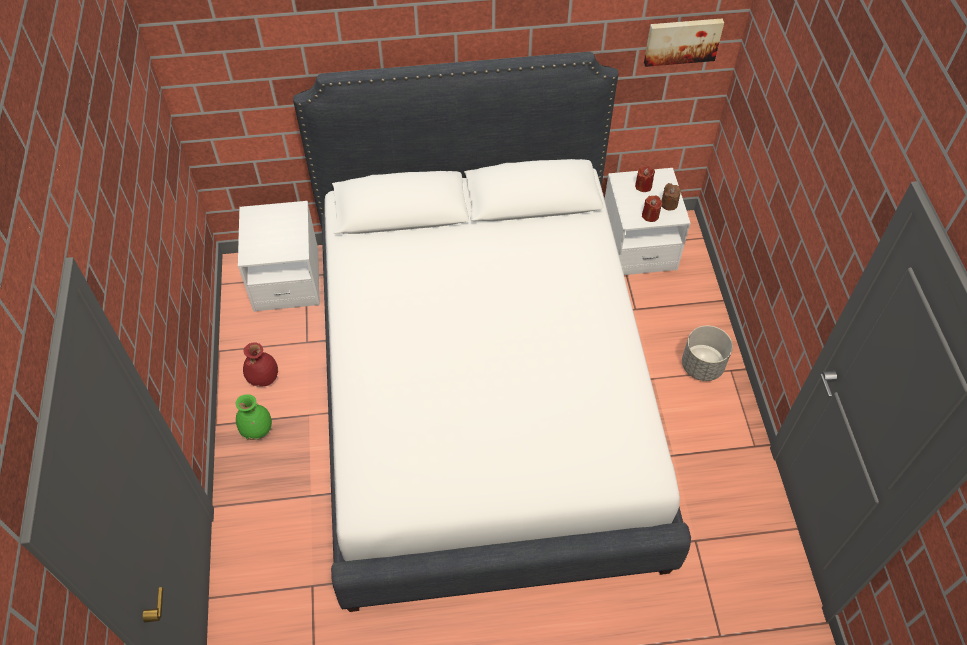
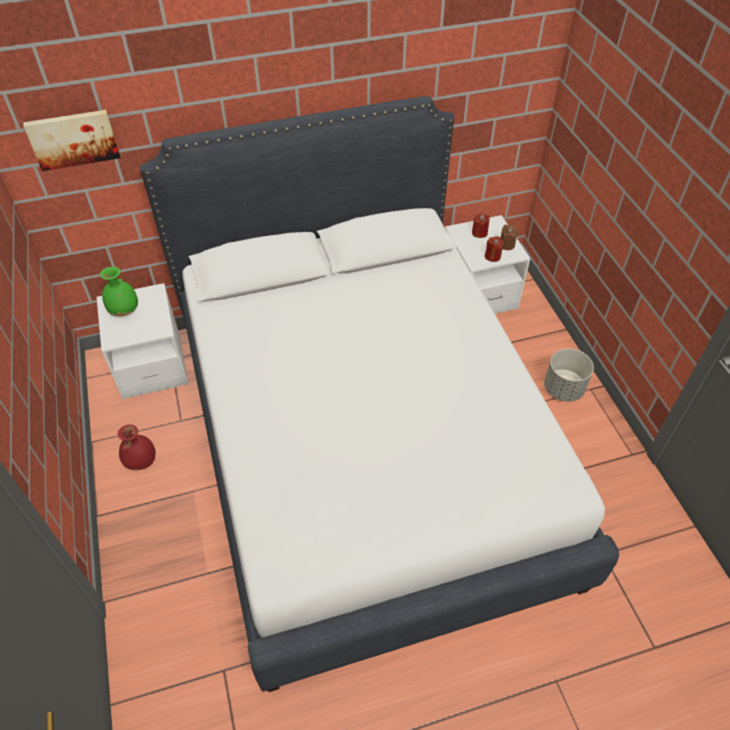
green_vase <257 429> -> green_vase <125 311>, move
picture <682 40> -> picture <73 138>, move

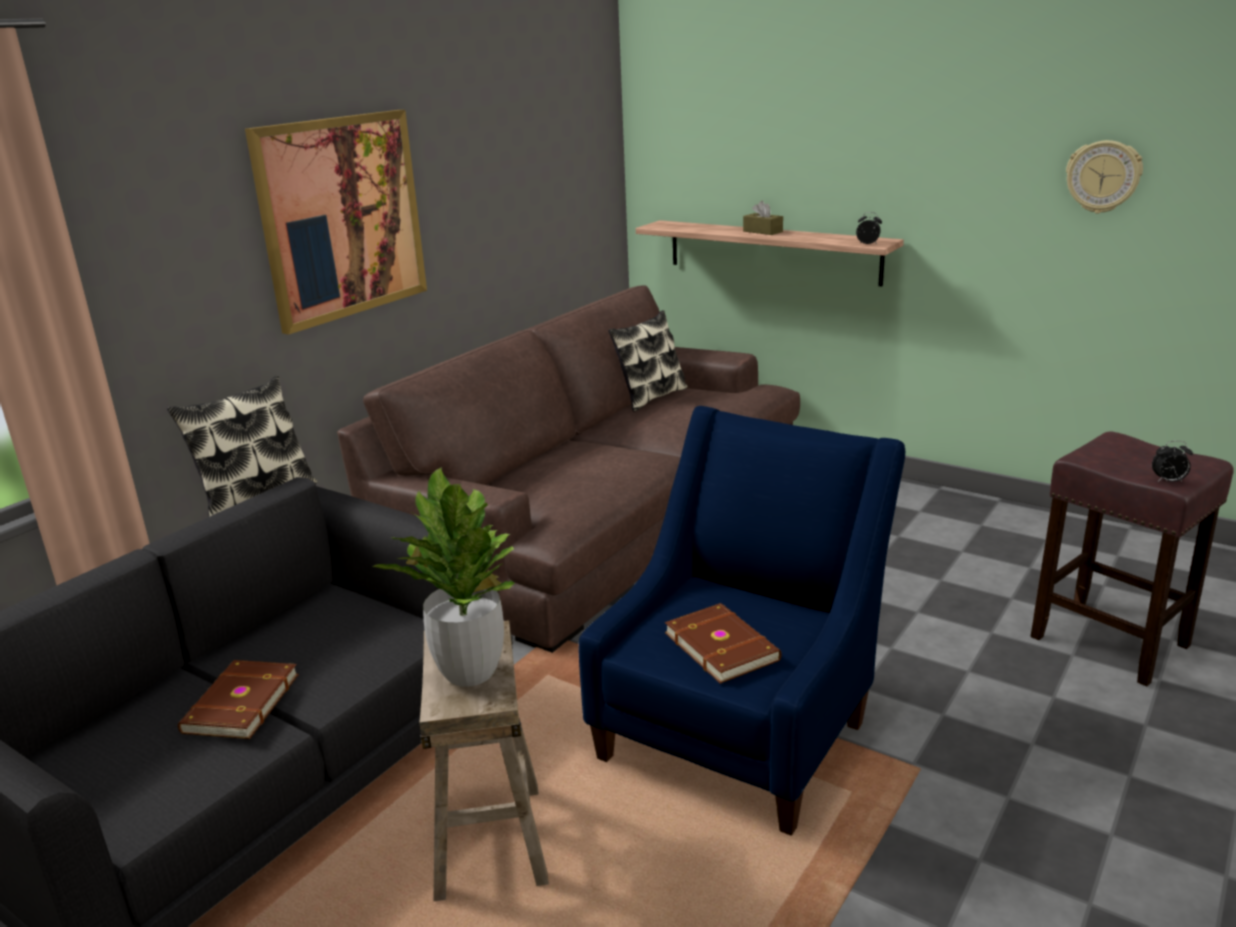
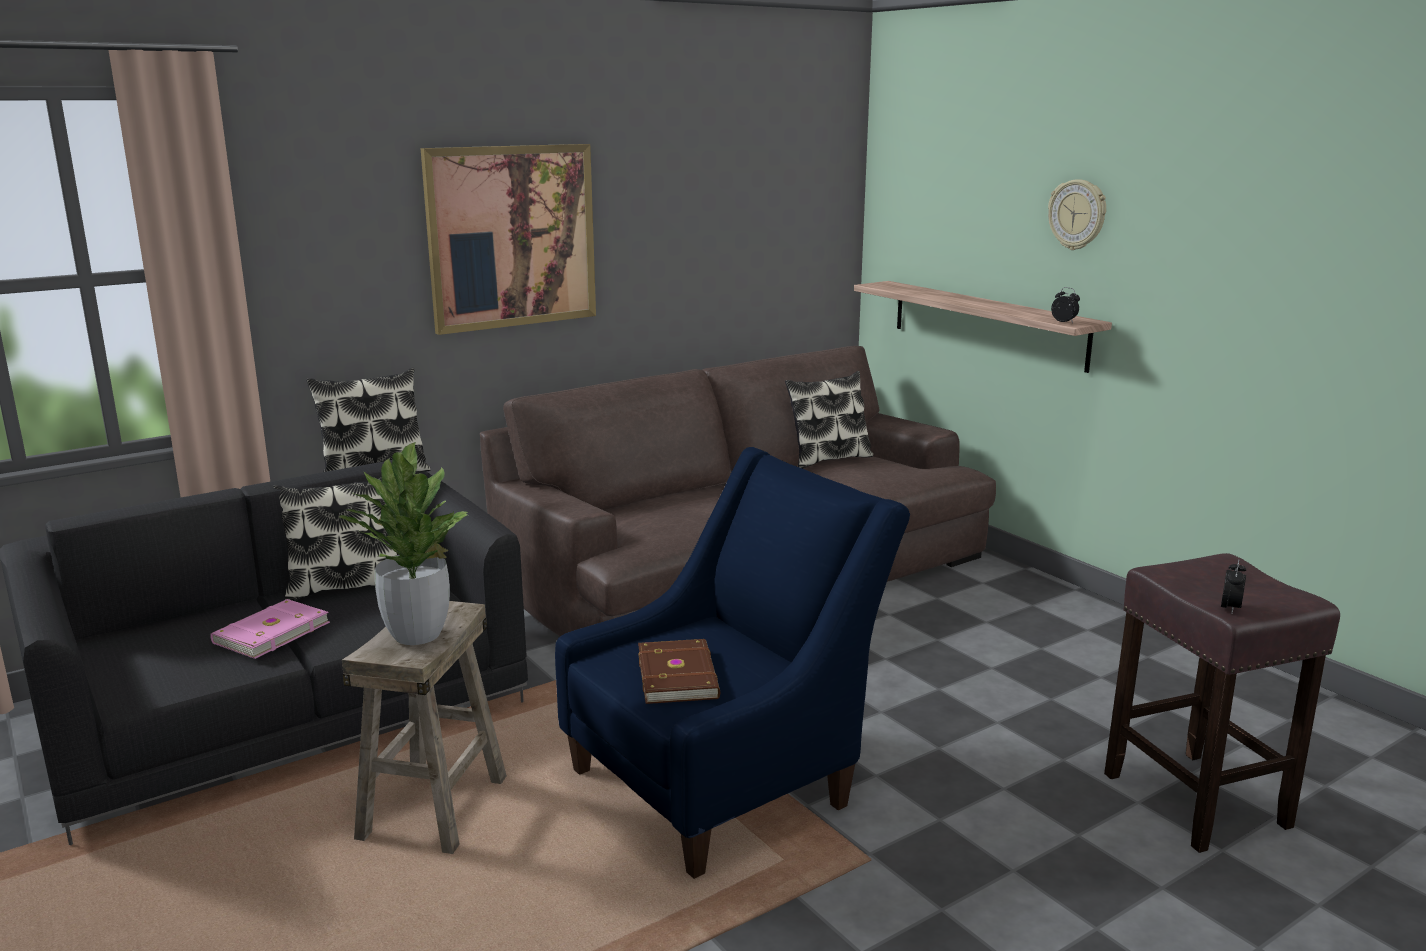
brown_book <239 703> -> pink_book <270 633>
brown_tissue_box <762 231> -> none
wall_clock <1103 176> -> wall_clock <1077 214>, move
alarm_clock <1168 481> -> alarm_clock <1230 609>, 90 degrees counterclockwise
none -> pillow <345 586>

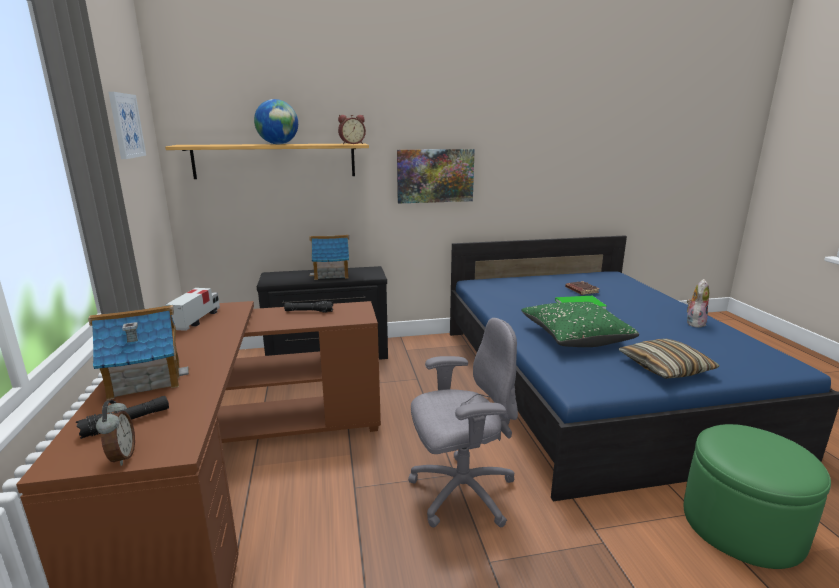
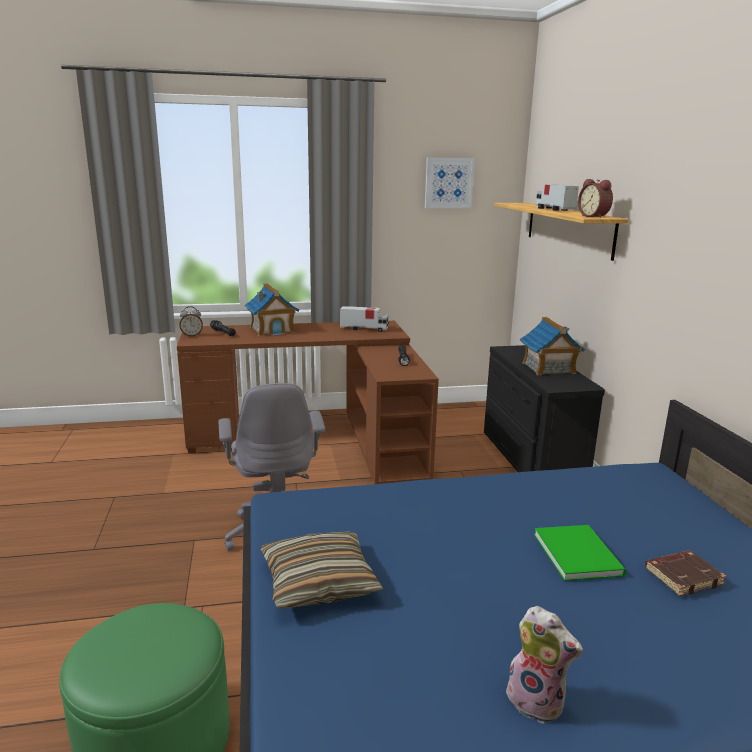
globe <278 144> -> toy_truck <554 209>
picture <435 175> -> none
green_pillow <575 337> -> none

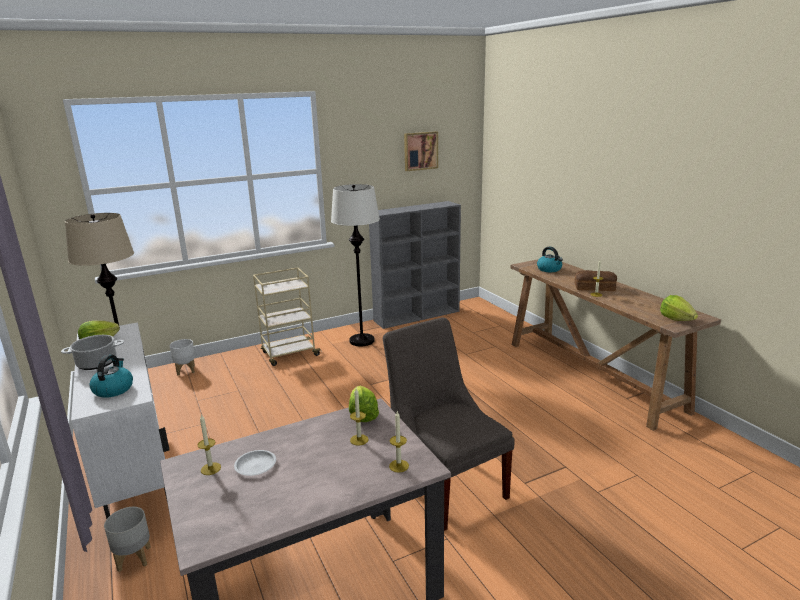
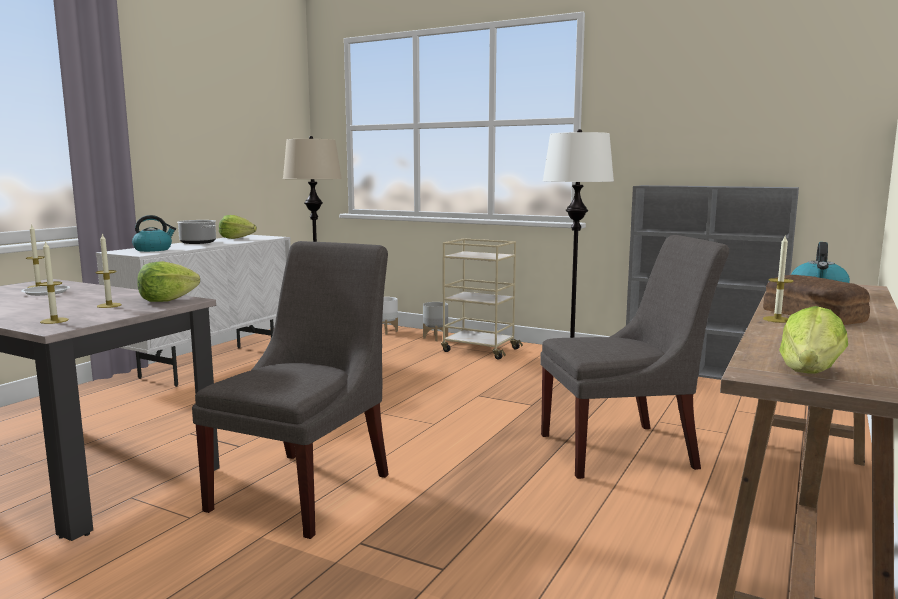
grey_planter <133 559> -> grey_planter <435 338>, move
picture <420 151> -> none
none -> grey_chair <624 450>

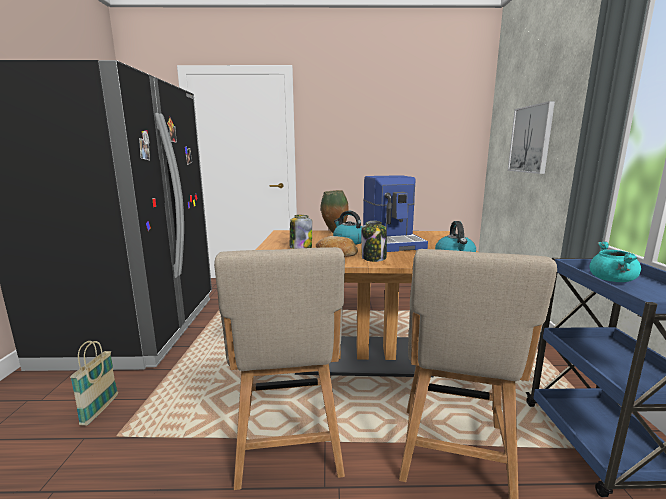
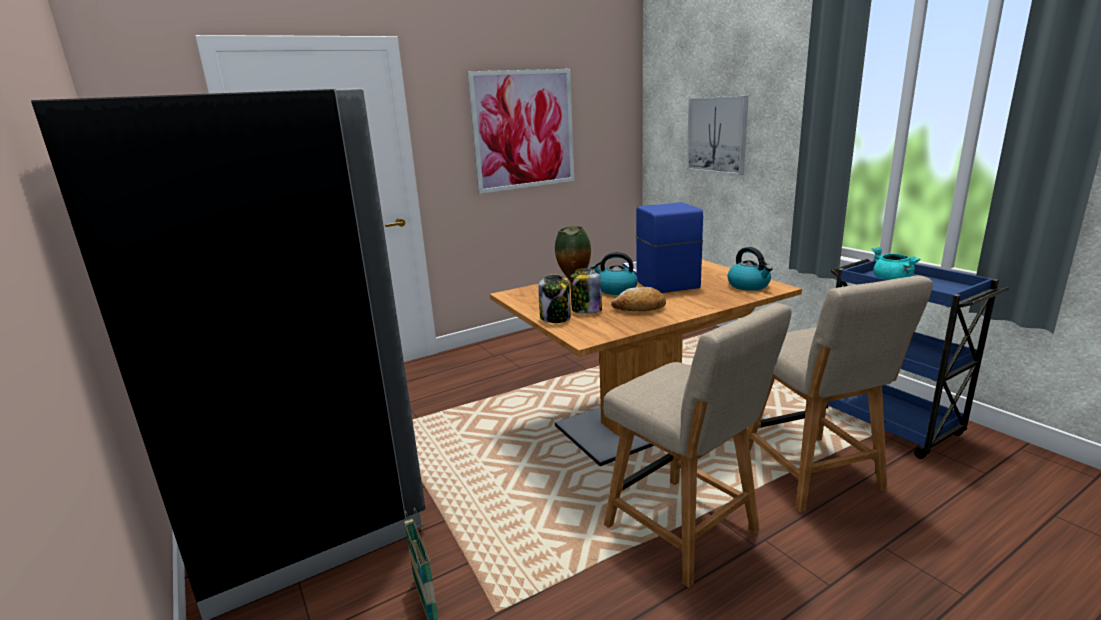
jar <374 258> -> jar <555 318>, move
coffee_machine <393 241> -> coffee_machine <658 279>, 150 degrees counterclockwise
none -> picture <524 130>

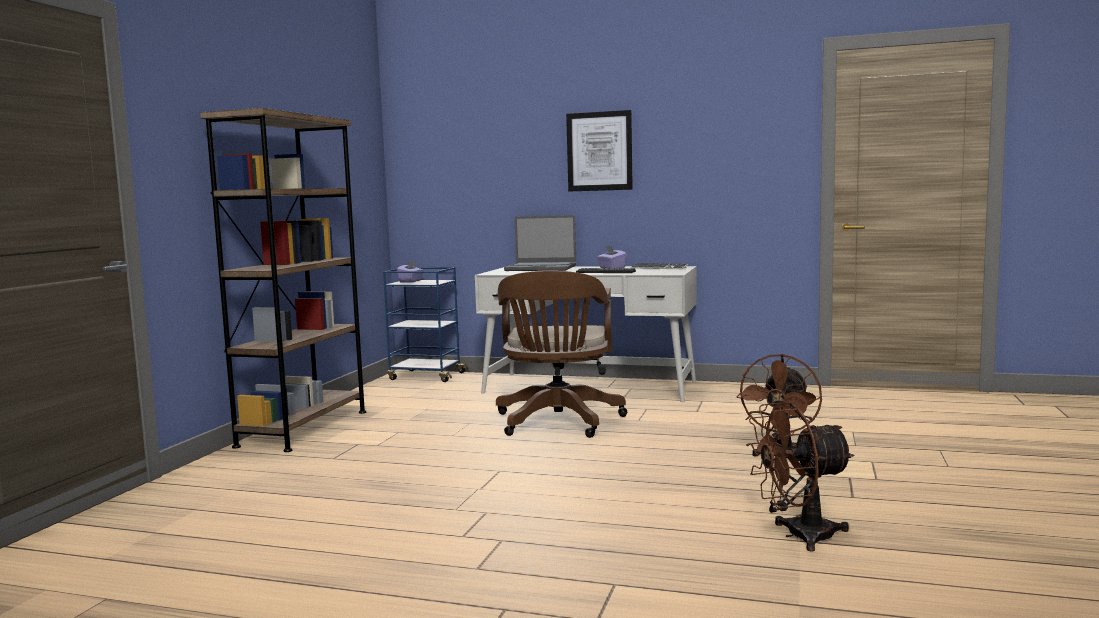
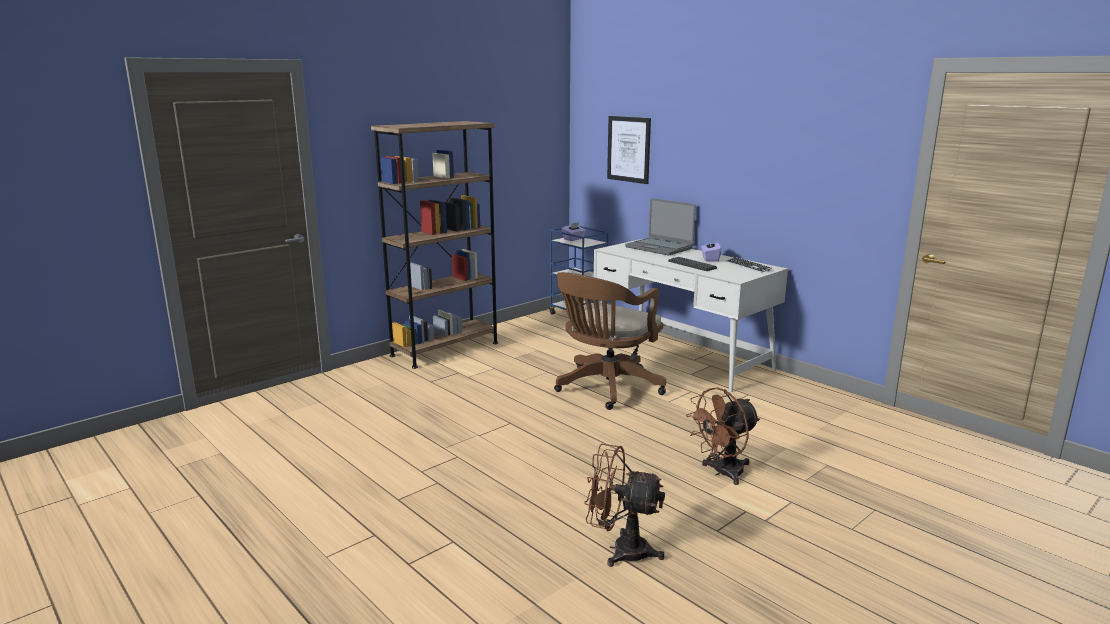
picture <599 151> -> picture <629 149>, move

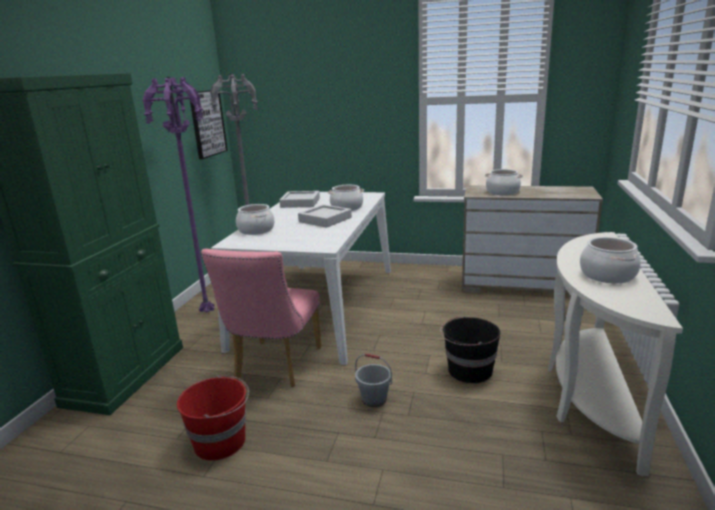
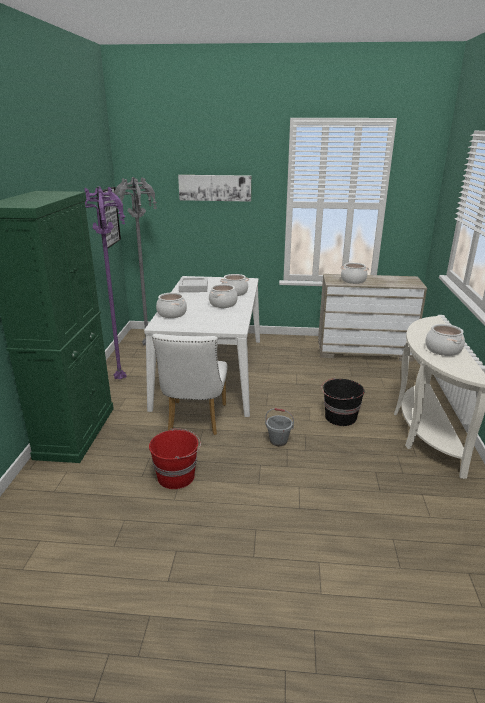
pink_chair <274 367> -> white_chair <195 421>
grey_tray <325 220> -> cooking_pot <223 304>
none -> picture <215 187>

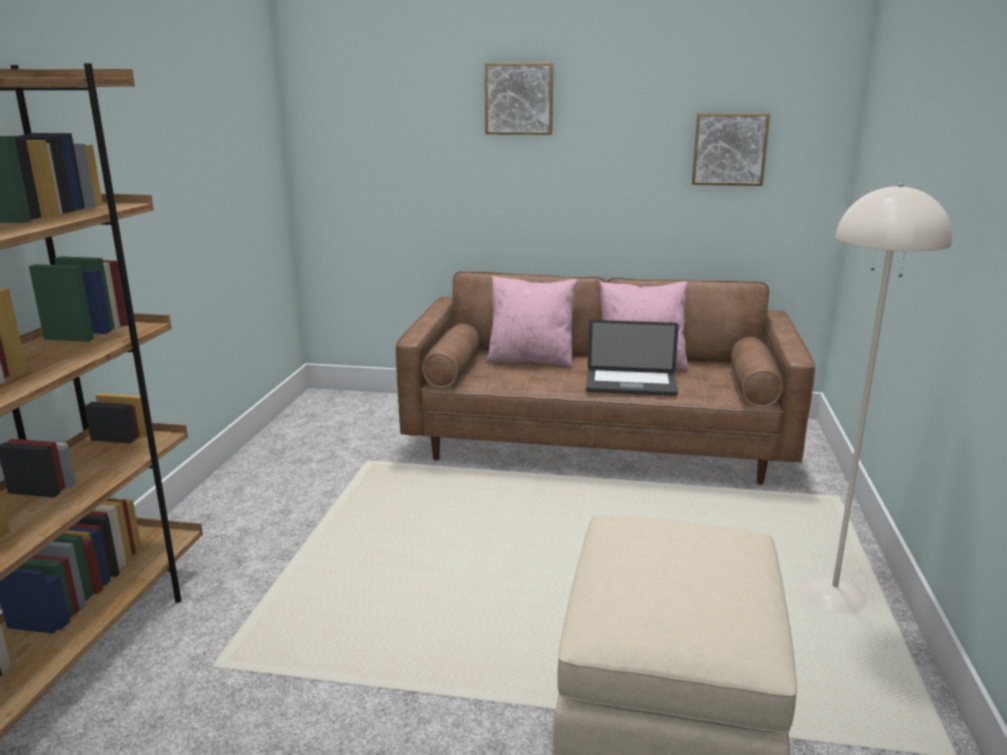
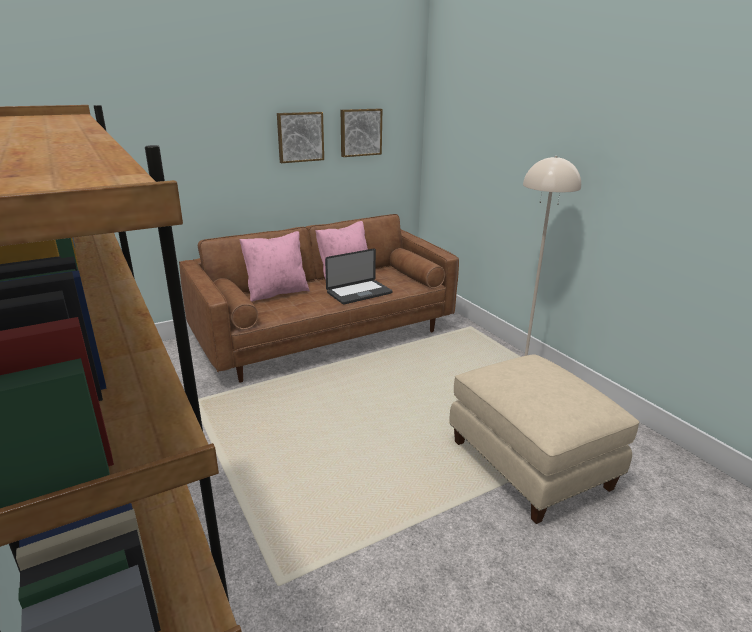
picture <519 98> -> picture <300 137>, move

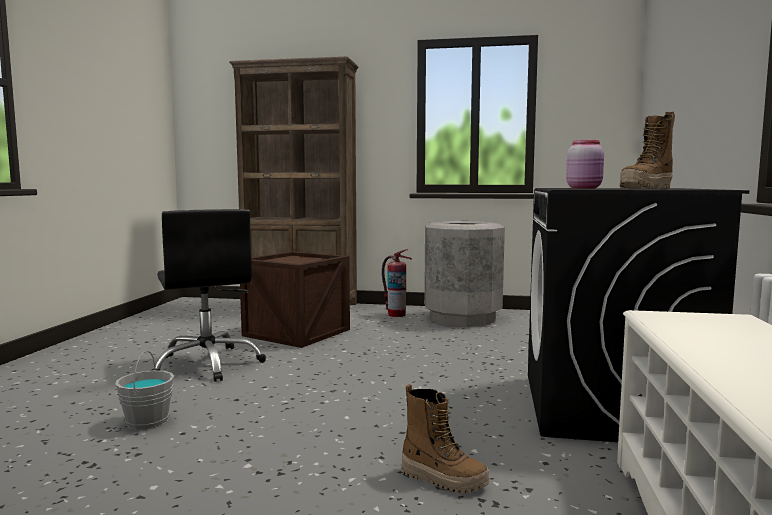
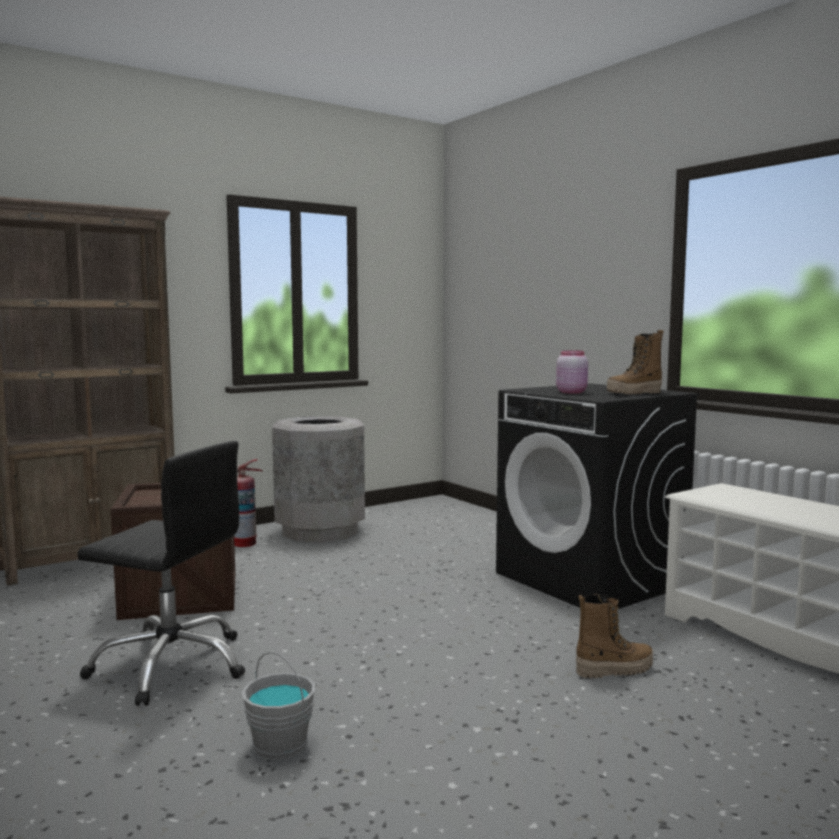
boot <646 189> -> boot <634 393>, 60 degrees clockwise

